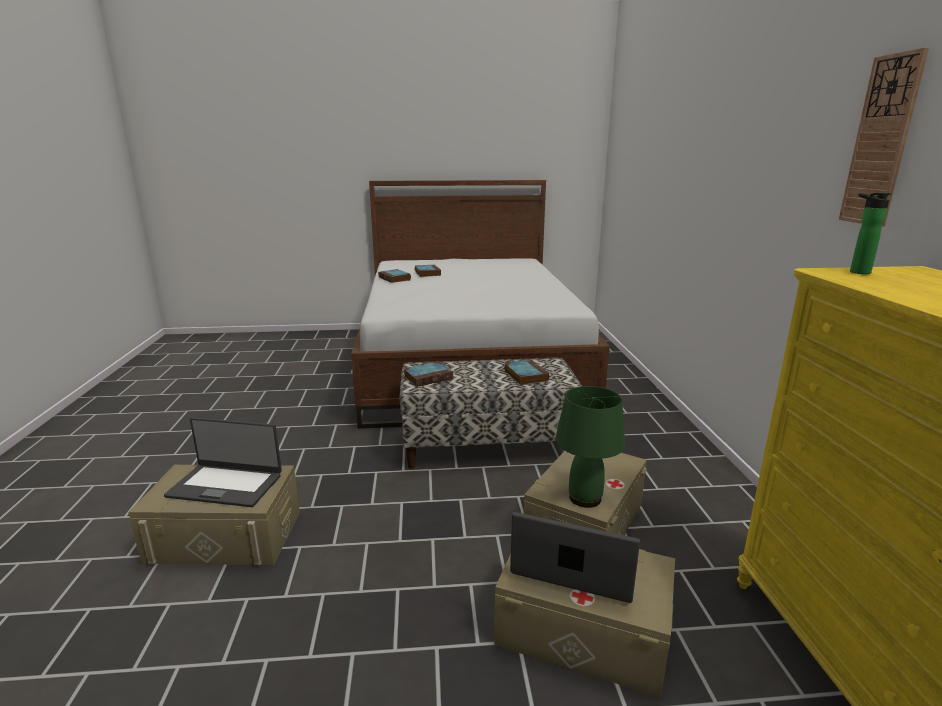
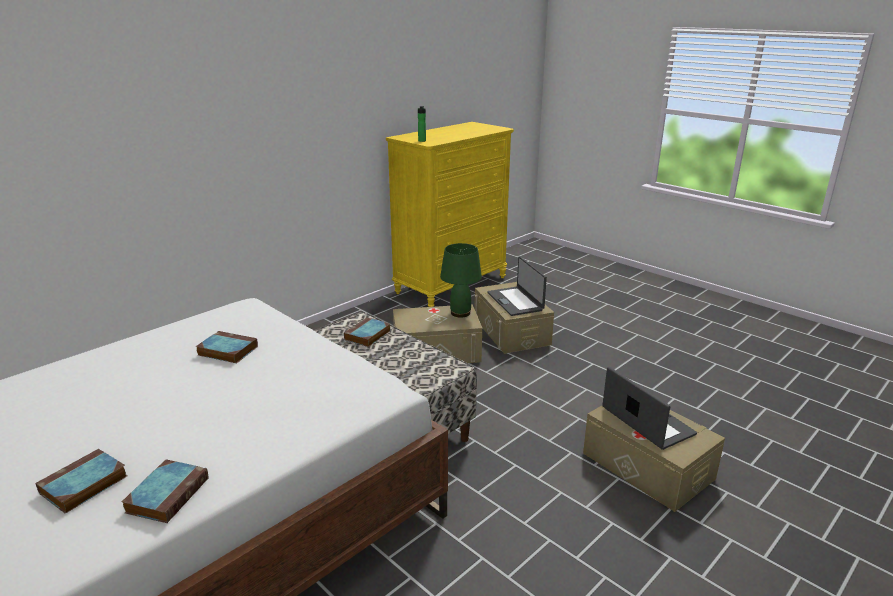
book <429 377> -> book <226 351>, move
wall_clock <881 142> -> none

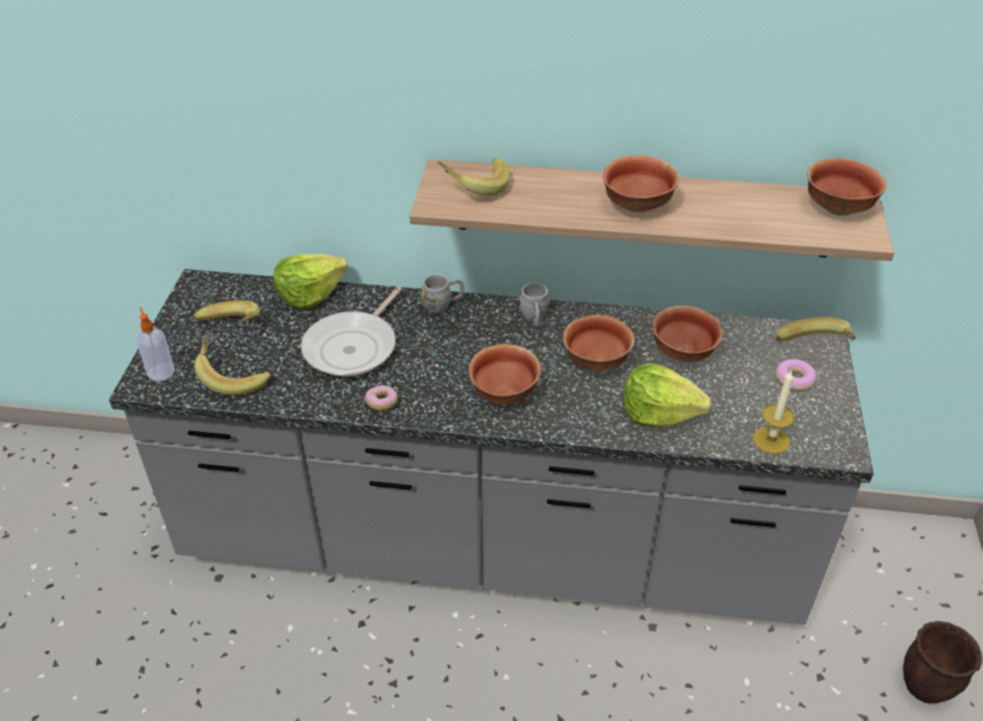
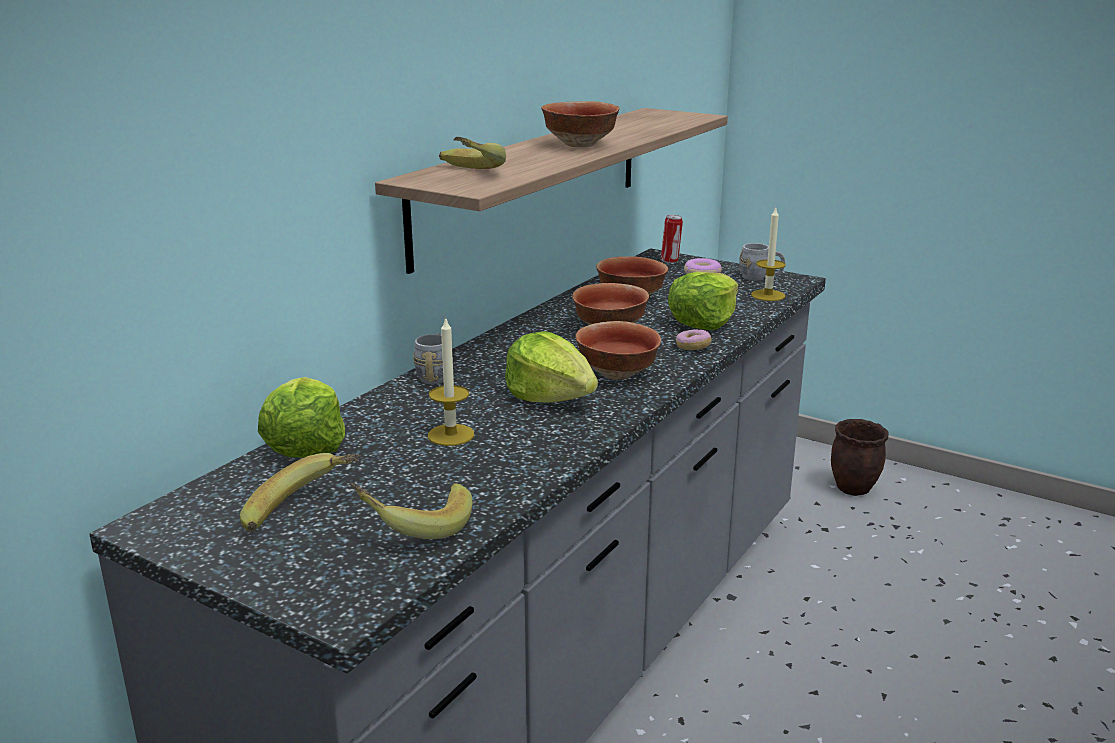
soap_dispenser <161 371> -> none
frying_pan <354 347> -> candle <451 435>
donut <382 403> -> donut <693 347>, move
grey_mug <534 319> -> grey_mug <760 278>, move
banana <814 348> -> can <670 261>
bowl <838 207> -> none
none -> lettuce <550 397>

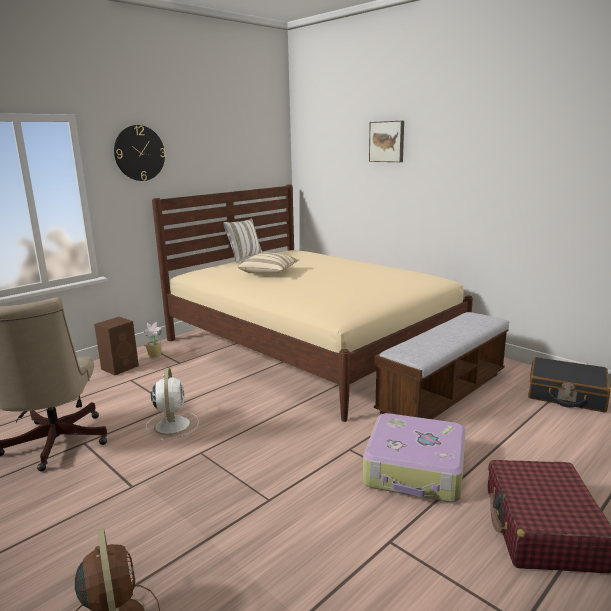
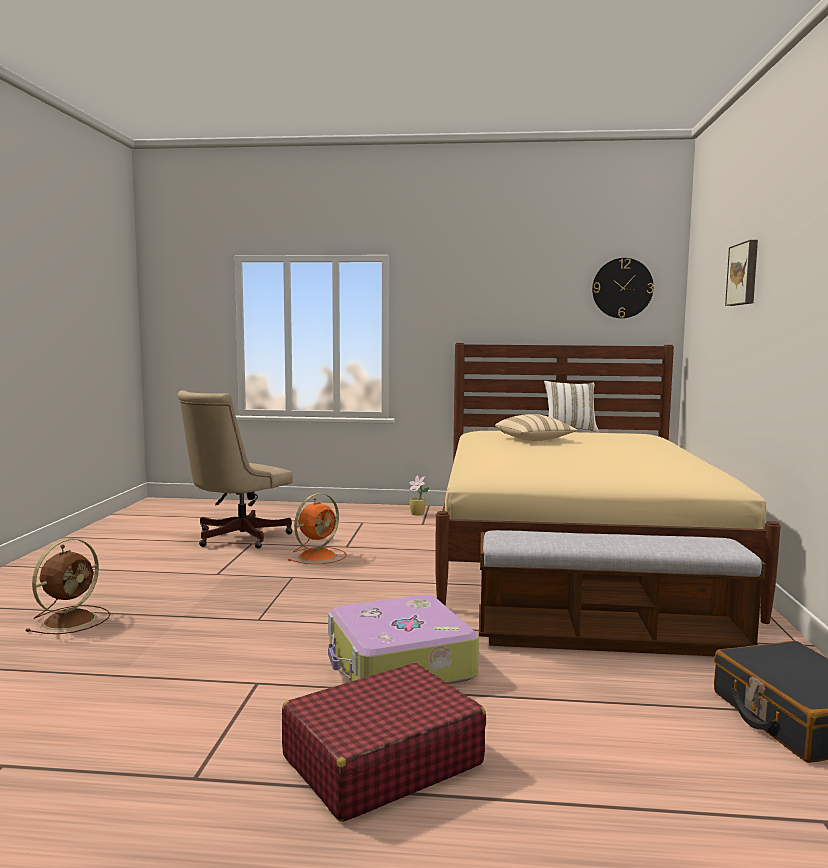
brown_speaker <120 367> -> none
wall_clock <139 153> -> wall_clock <622 288>, move
white_fan <172 424> -> orange_fan <319 556>

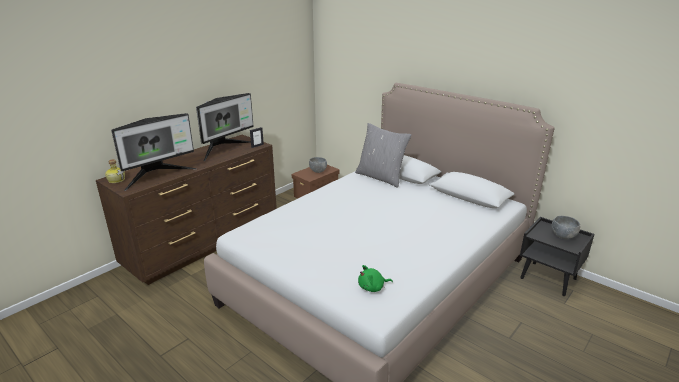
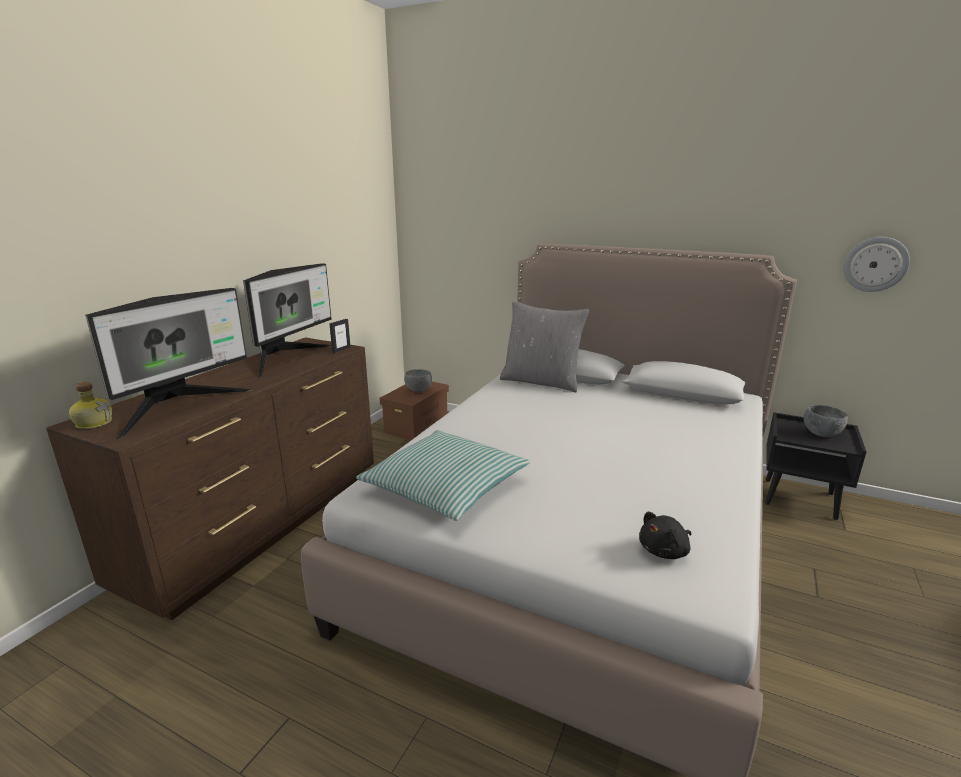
green_plush_toy <372 287> -> black_plush_toy <665 551>
none -> pillow <446 486>
none -> wall_clock <875 264>

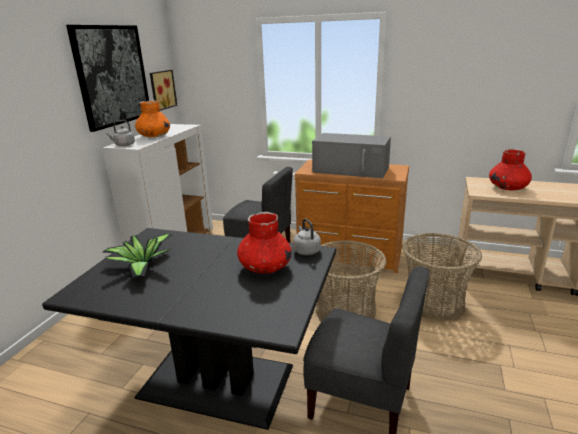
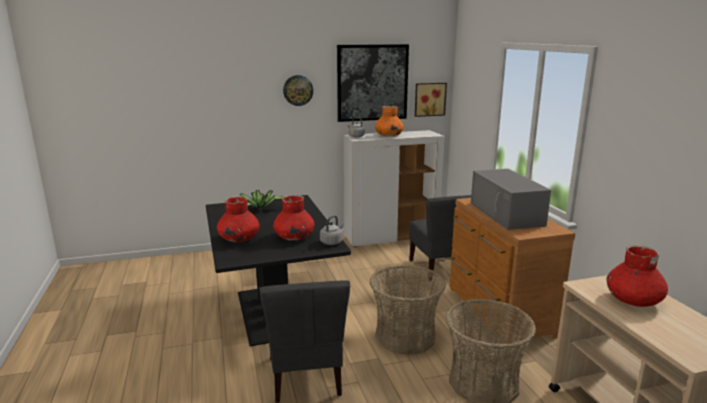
none -> red_vase <239 238>
none -> wall_clock <298 90>

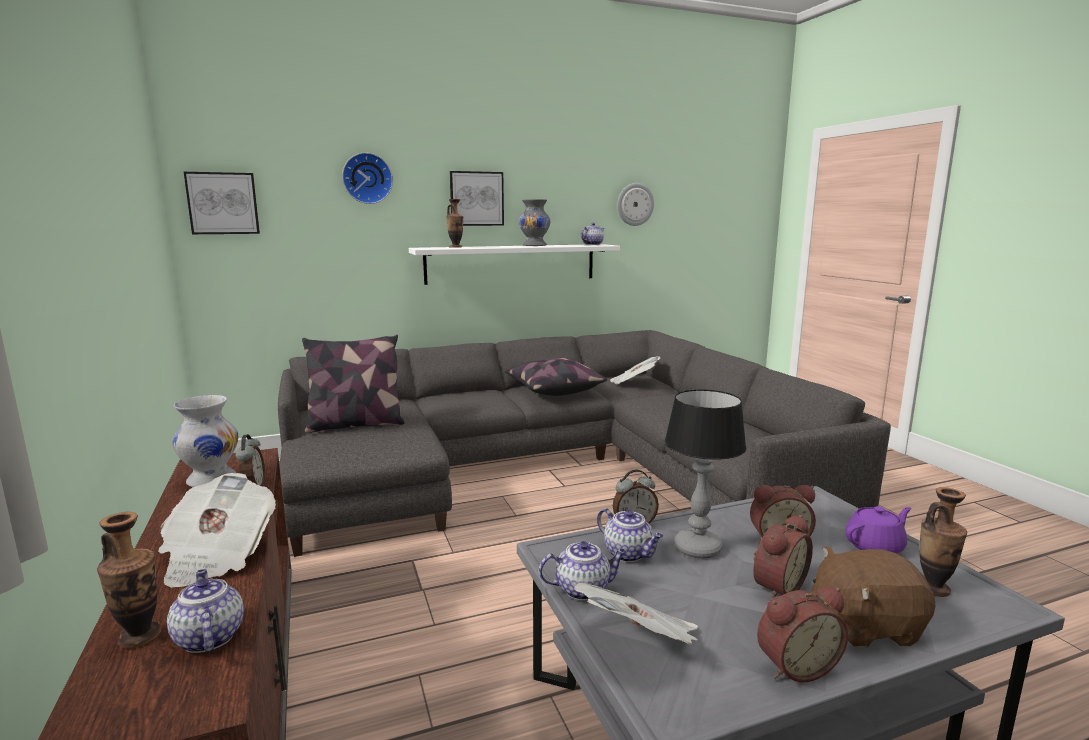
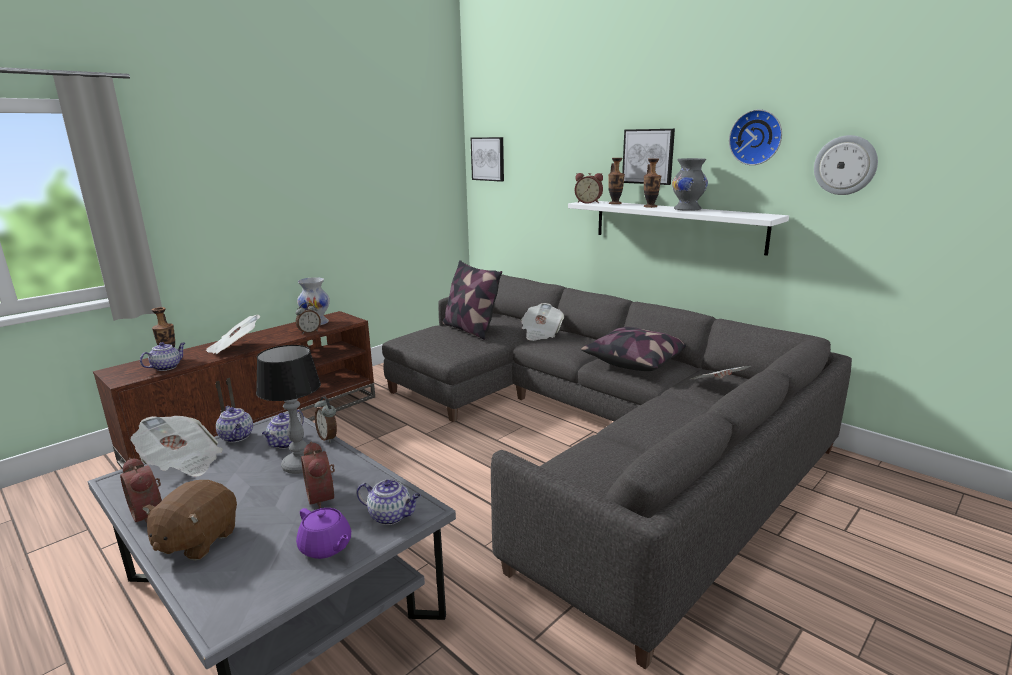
wall_clock <367 178> -> wall_clock <756 137>, move
teapot <592 244> -> teapot <391 516>, move
alarm_clock <776 586> -> alarm_clock <588 202>, move
brown_plush_toy <864 625> -> brown_plush_toy <197 541>, 135 degrees counterclockwise
vase <933 588> -> vase <650 207>, move
none -> newspaper <541 334>

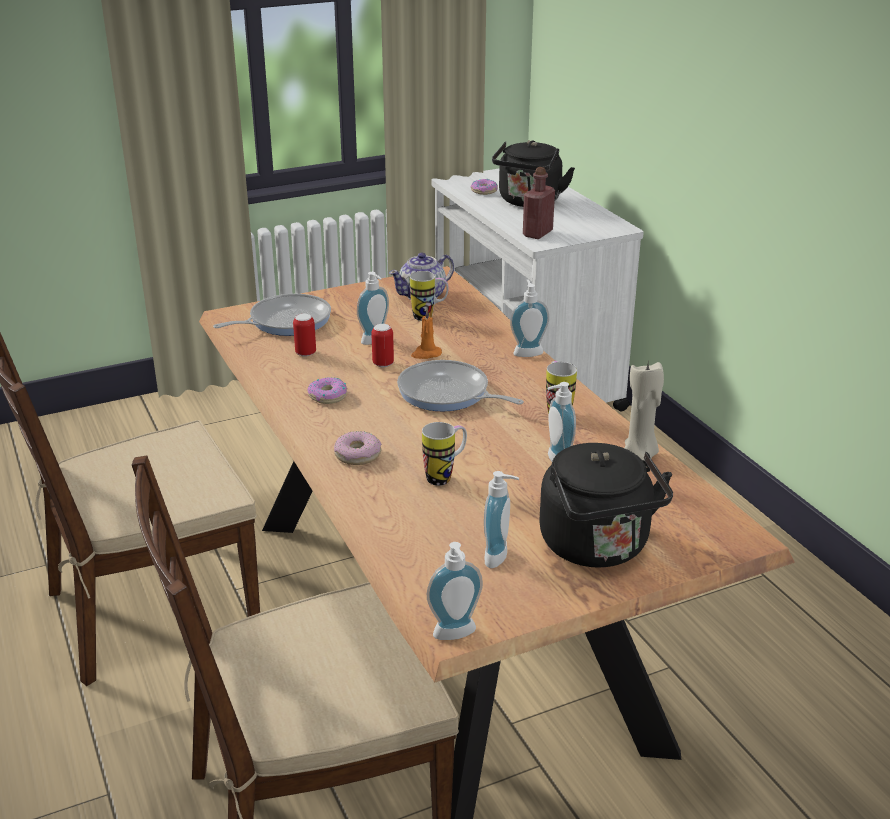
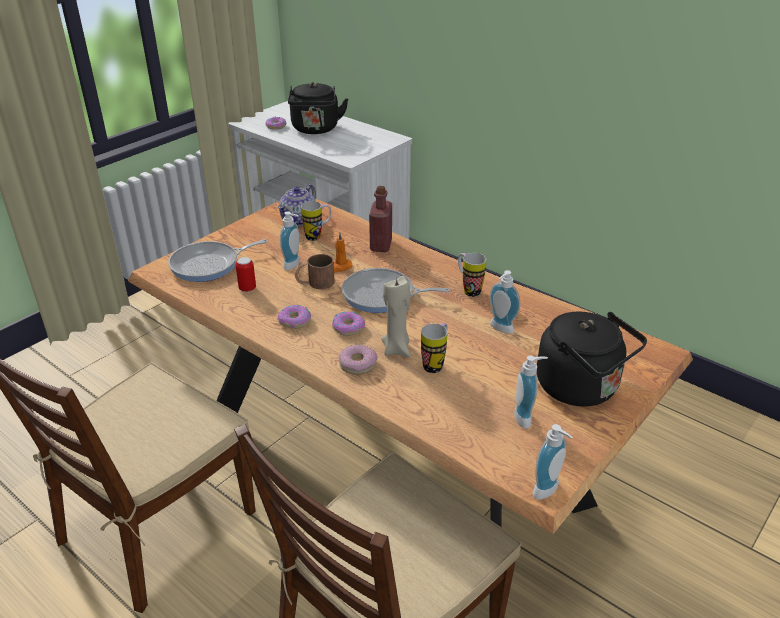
frying_pan <285 321> -> frying_pan <209 265>, 150 degrees counterclockwise
can <383 364> -> brown_mug <315 283>
soap_dispenser <527 352> -> none
red_bottle <537 233> -> red_bottle <381 245>, move
beige_candle <640 457> -> beige_candle <397 349>, move
none -> donut <348 327>

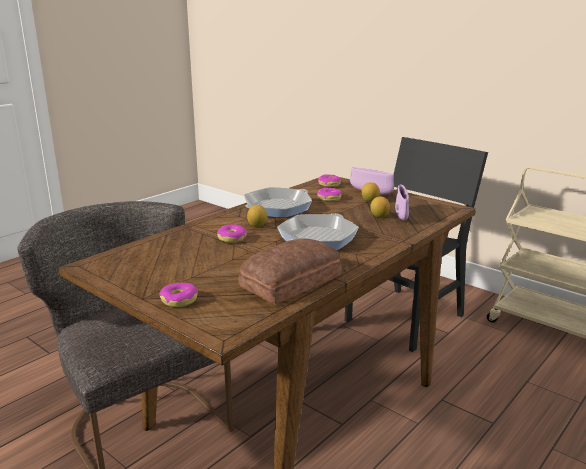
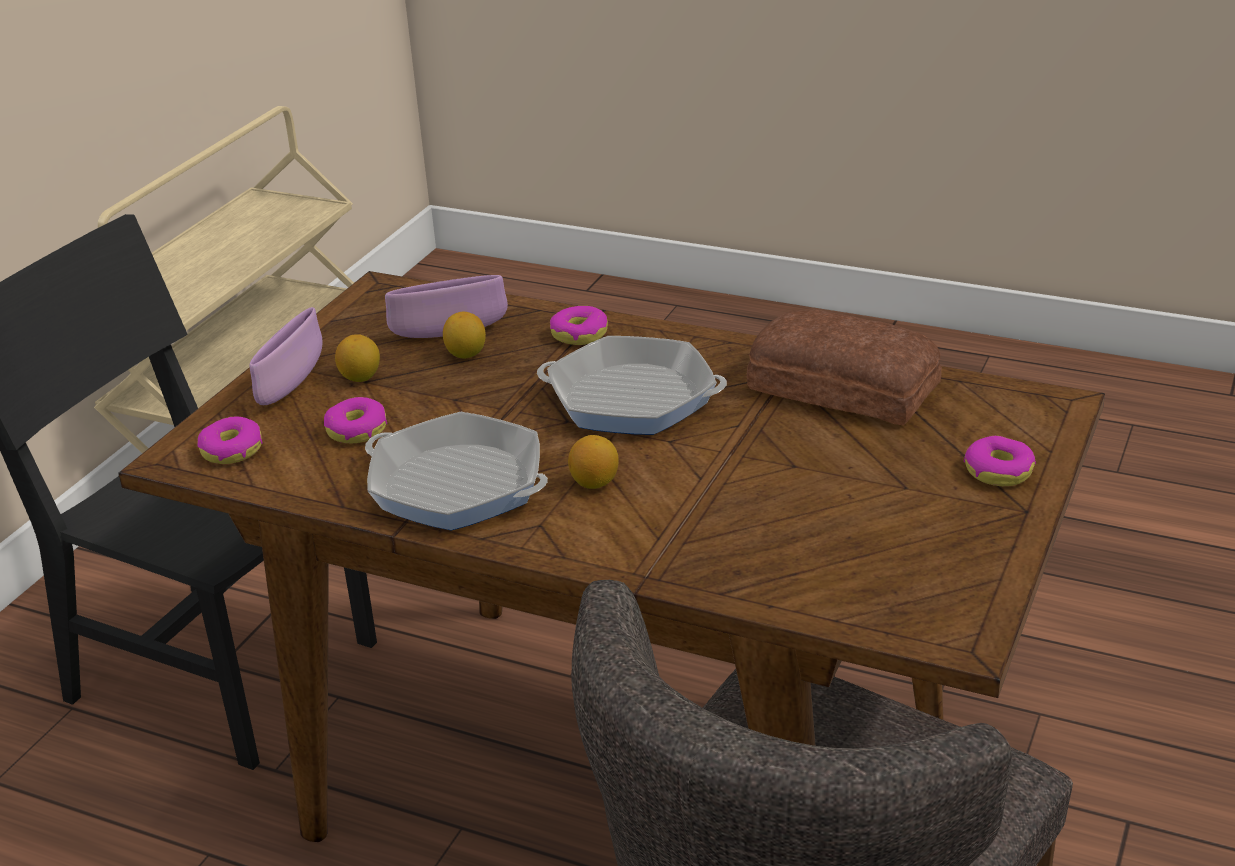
donut <232 238> -> donut <580 334>, move

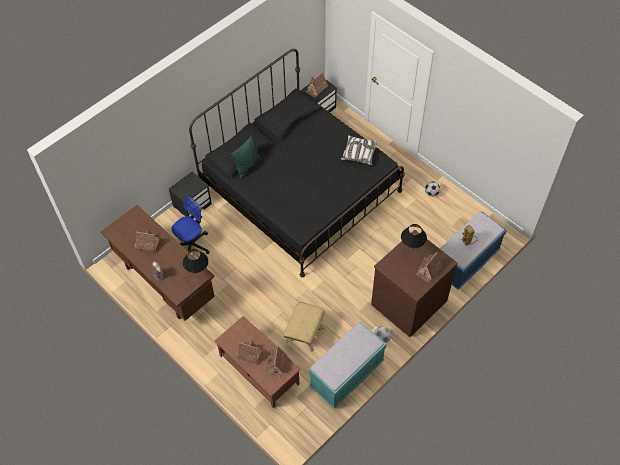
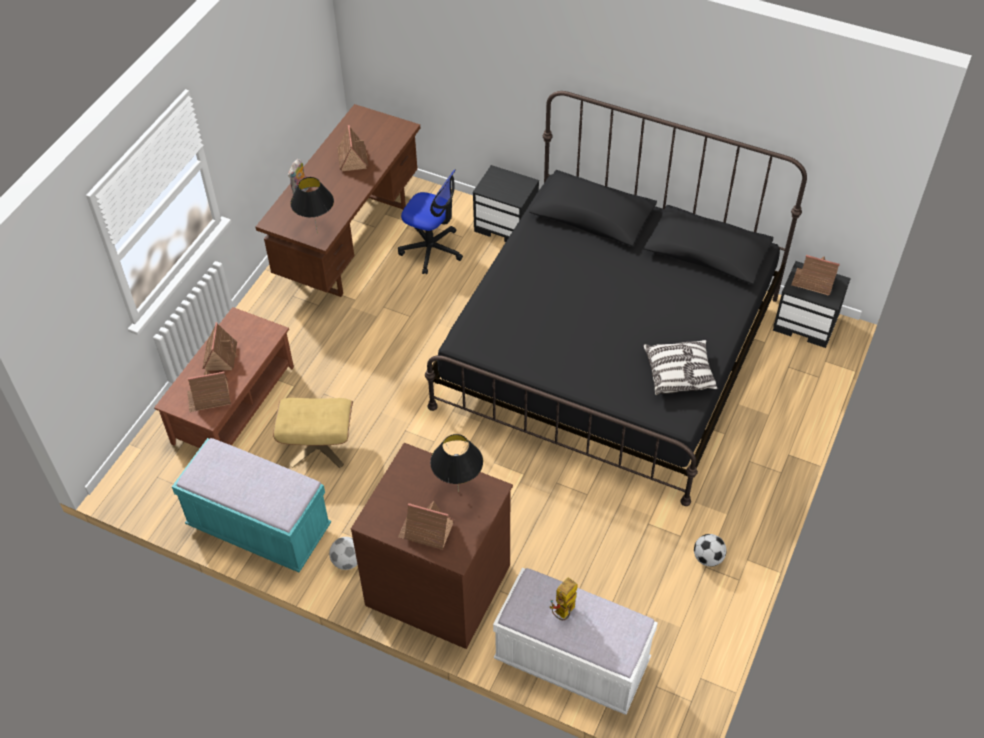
green_pillow <248 166> -> none
blue_bench <466 262> -> white_bench <571 662>

